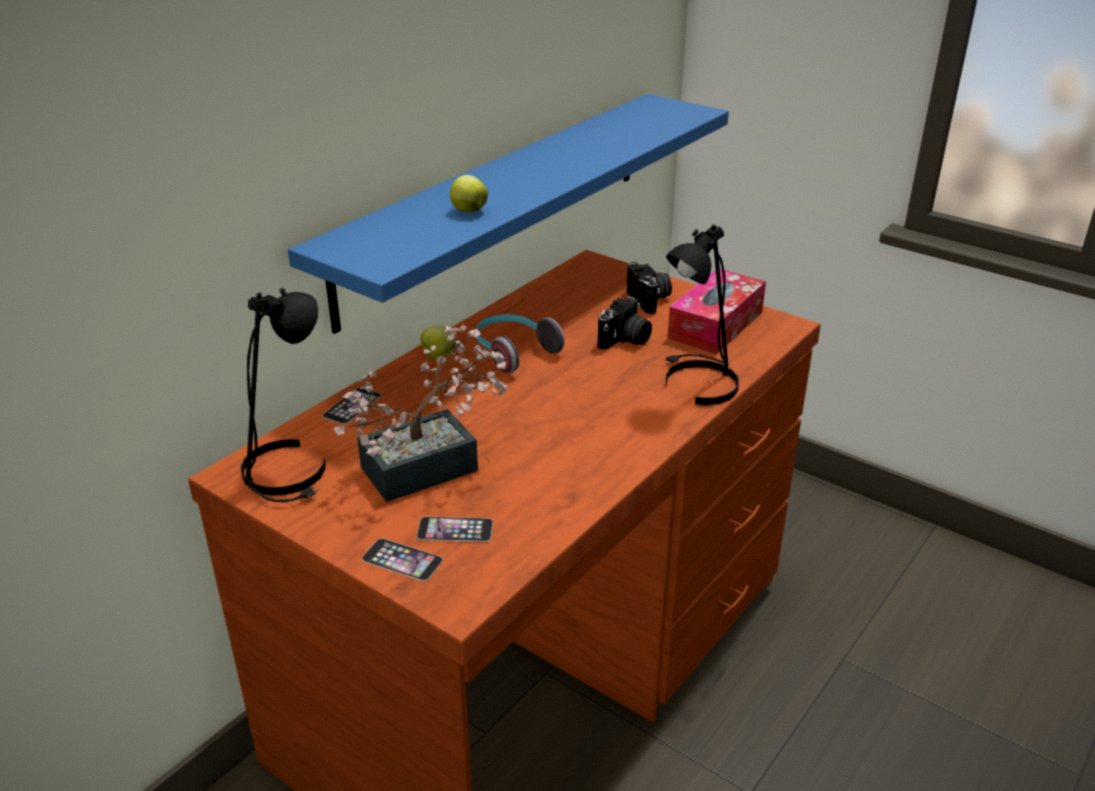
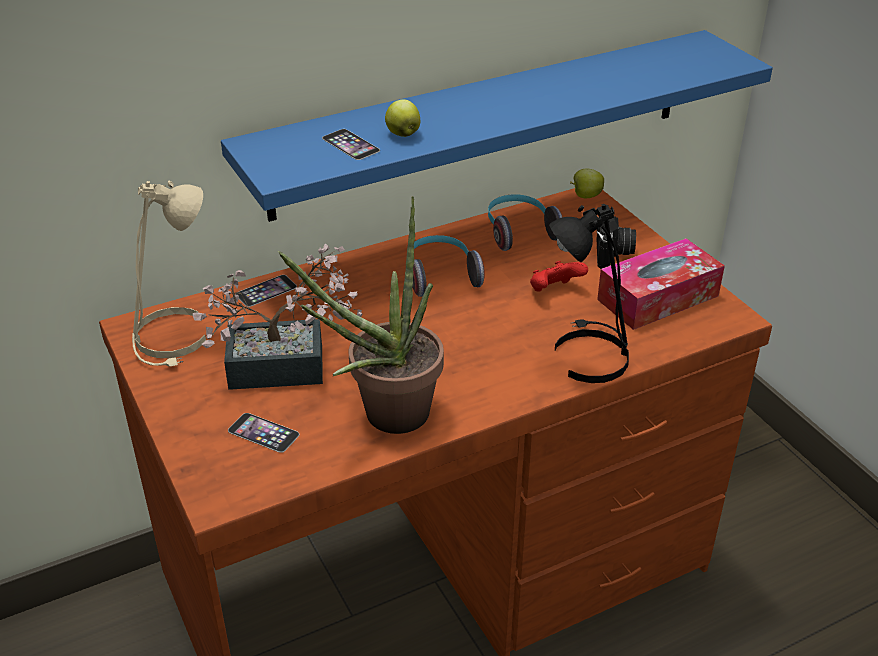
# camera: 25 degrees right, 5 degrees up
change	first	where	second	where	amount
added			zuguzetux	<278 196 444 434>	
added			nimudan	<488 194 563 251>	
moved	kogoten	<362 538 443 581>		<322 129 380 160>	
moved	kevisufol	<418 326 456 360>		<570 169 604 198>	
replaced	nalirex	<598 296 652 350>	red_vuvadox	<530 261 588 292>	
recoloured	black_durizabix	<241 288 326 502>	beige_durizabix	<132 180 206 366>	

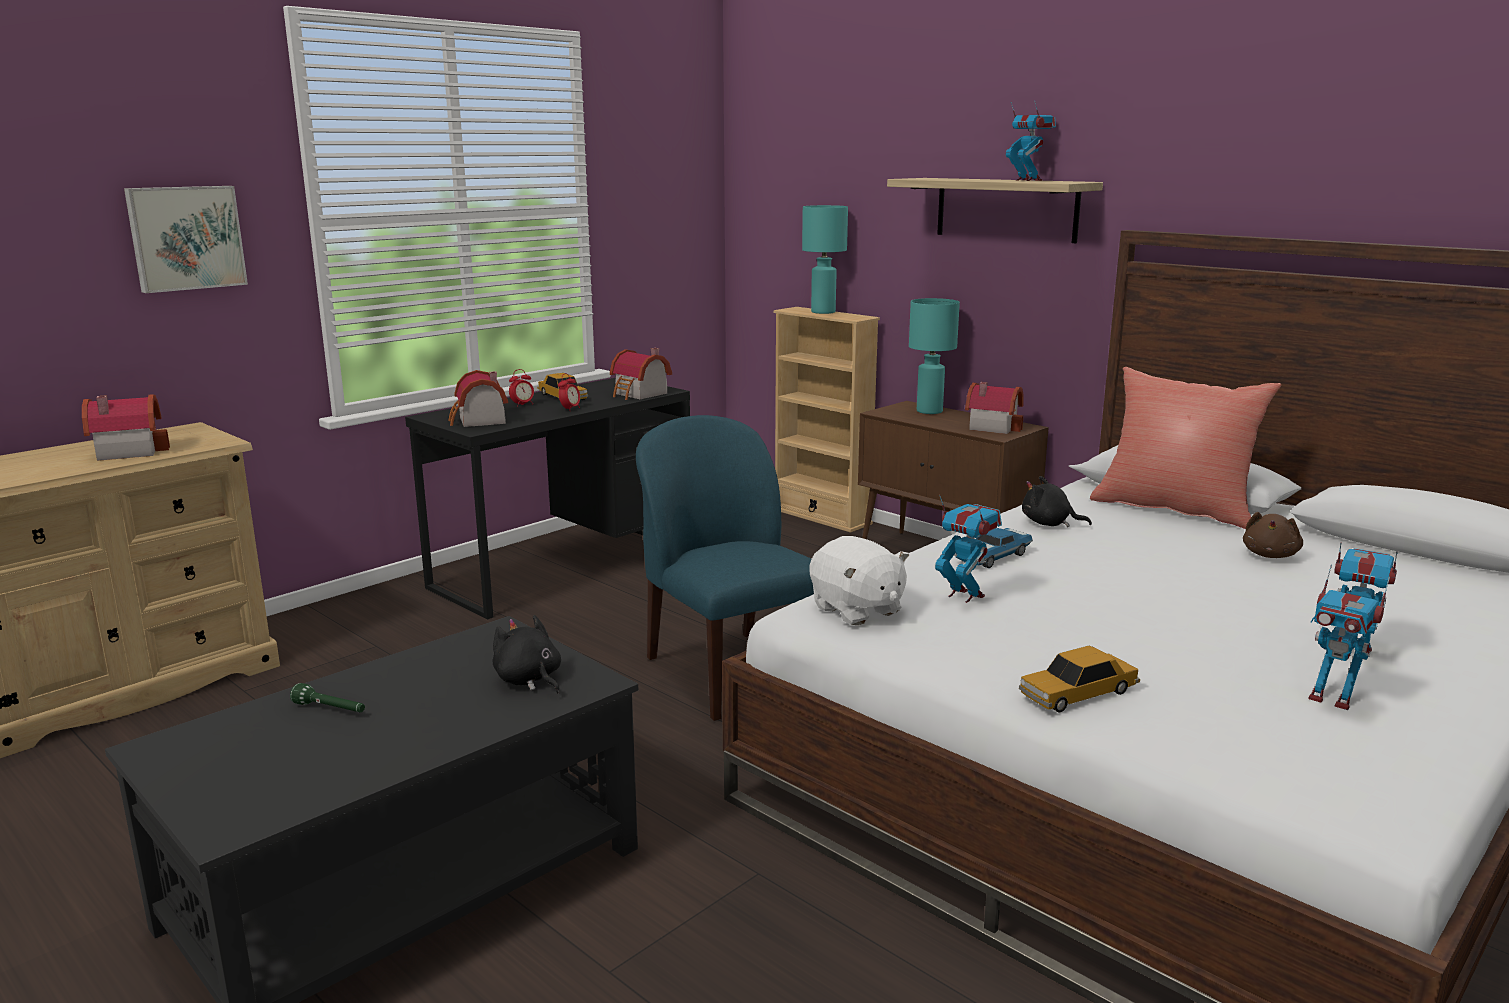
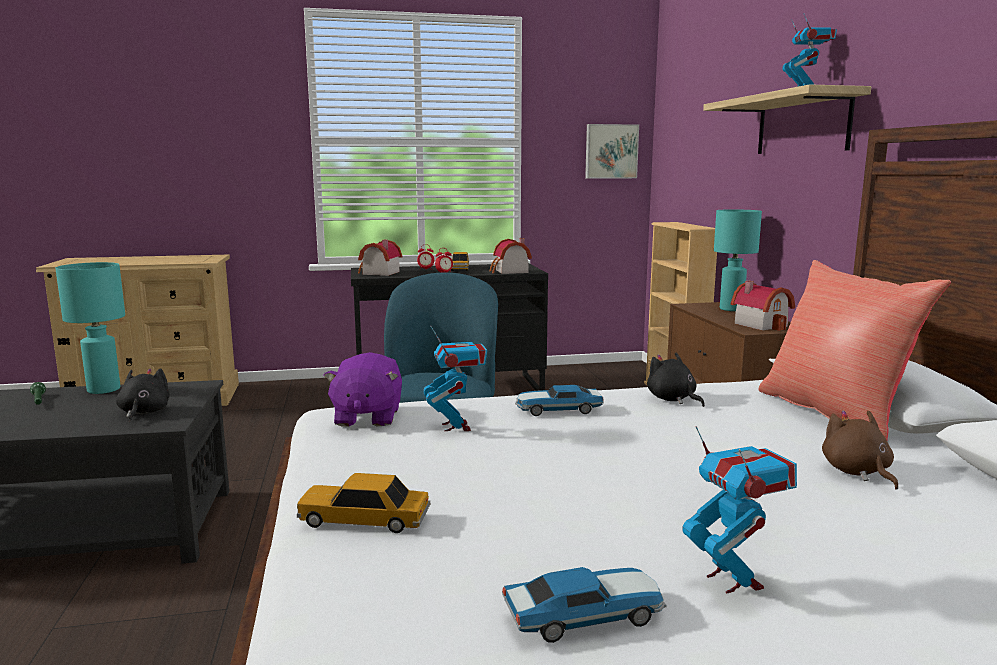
# camera: 35 degrees right, 5 degrees down
change	first	where	second	where	amount
removed	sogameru	<82 394 170 461>			
moved	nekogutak	<124 186 248 293>		<585 124 639 178>	
moved	turquoise_durizabix	<802 205 848 314>		<55 262 125 394>	
replaced	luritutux	<1308 564 1390 710>	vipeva	<502 567 666 643>	
recoloured	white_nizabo	<809 536 909 625>	purple_nizabo	<323 352 402 427>	
turned	brown_nizabo	<1243 512 1303 558>		<822 410 898 490>	105 degrees clockwise

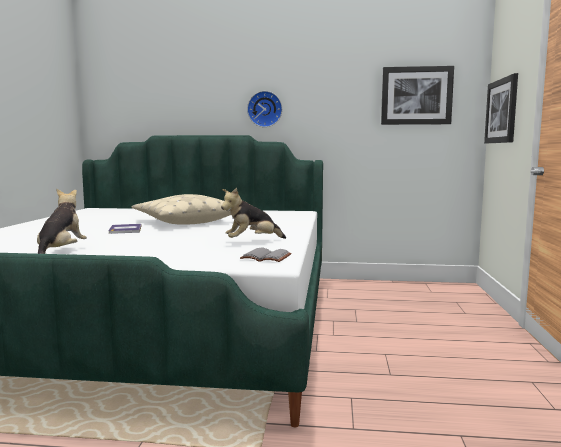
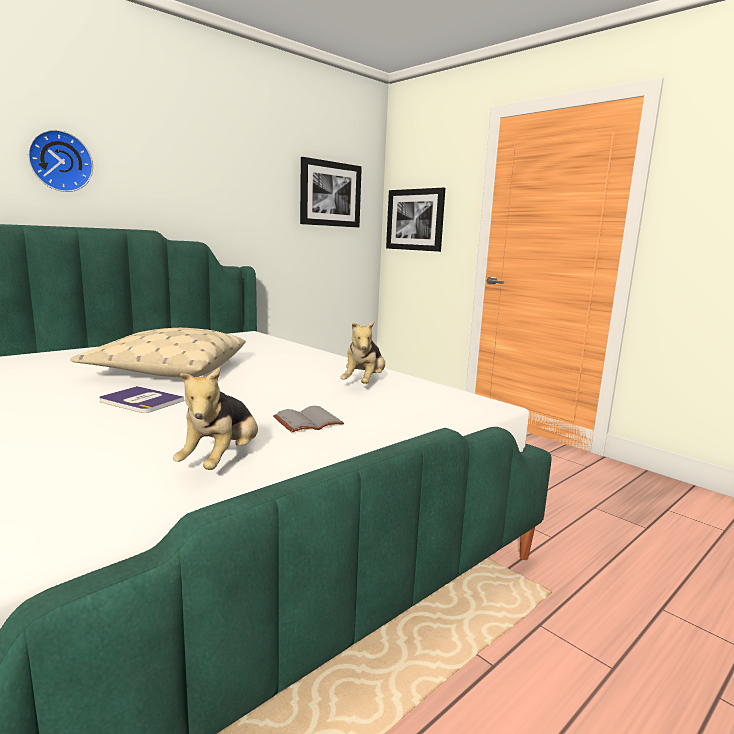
# camera: 50 degrees left, 5 degrees up
change	first	where	second	where	amount
moved	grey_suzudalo	<240 248 292 262>		<273 406 344 432>	
moved	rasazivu	<247 91 282 127>		<28 130 93 192>	
turned	nizabo	<37 189 87 254>		<173 367 258 470>	120 degrees counterclockwise

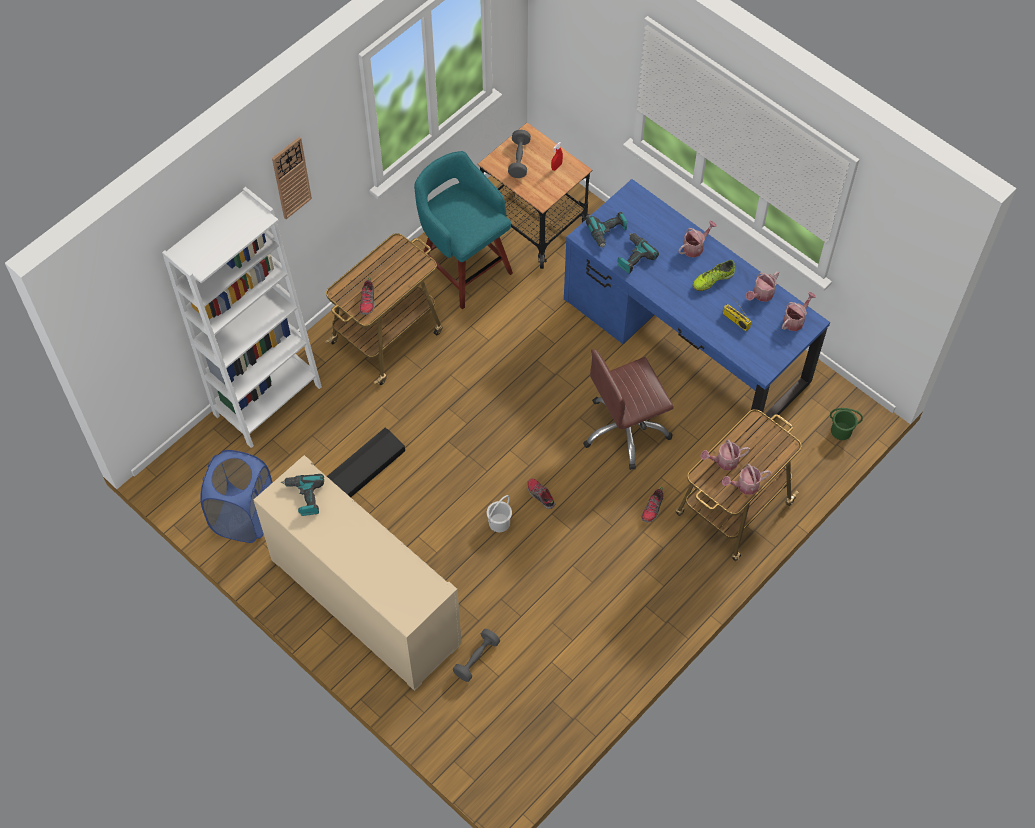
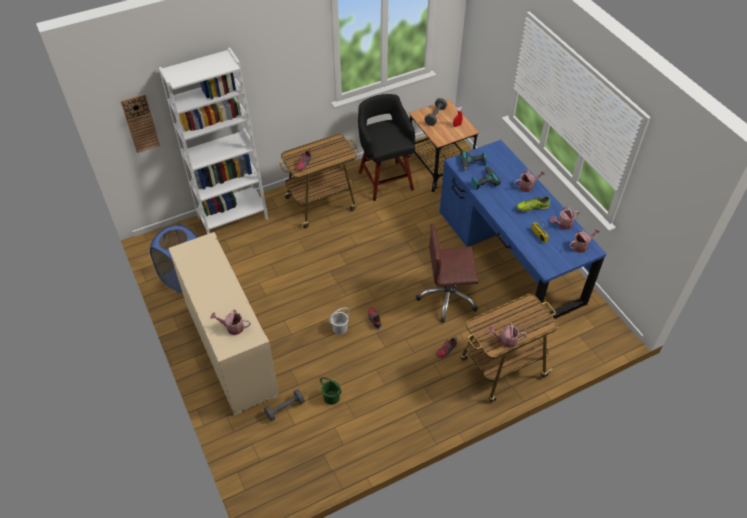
# camera: 20 degrees right, 10 degrees down
change	first	where	second	where	amount
removed	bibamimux	<281 474 324 516>			
removed	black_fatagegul	<327 427 405 497>			
moved	rasazivu	<272 137 312 219>		<120 94 160 153>	
moved	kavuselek	<701 439 750 470>		<210 309 251 335>	
moved	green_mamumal	<830 408 863 440>		<320 377 341 405>	
recoloured	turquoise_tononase	<414 151 513 309>	black_tononase	<358 94 415 201>	

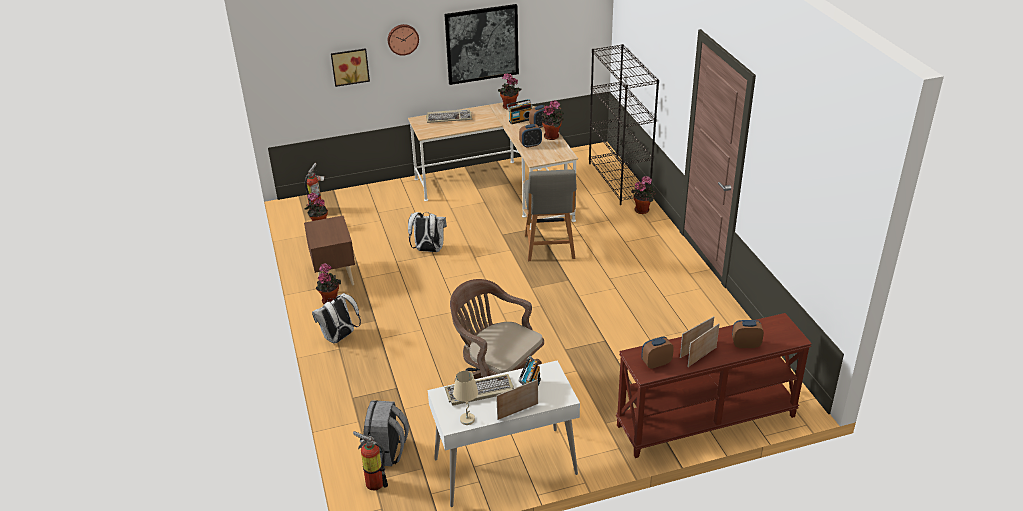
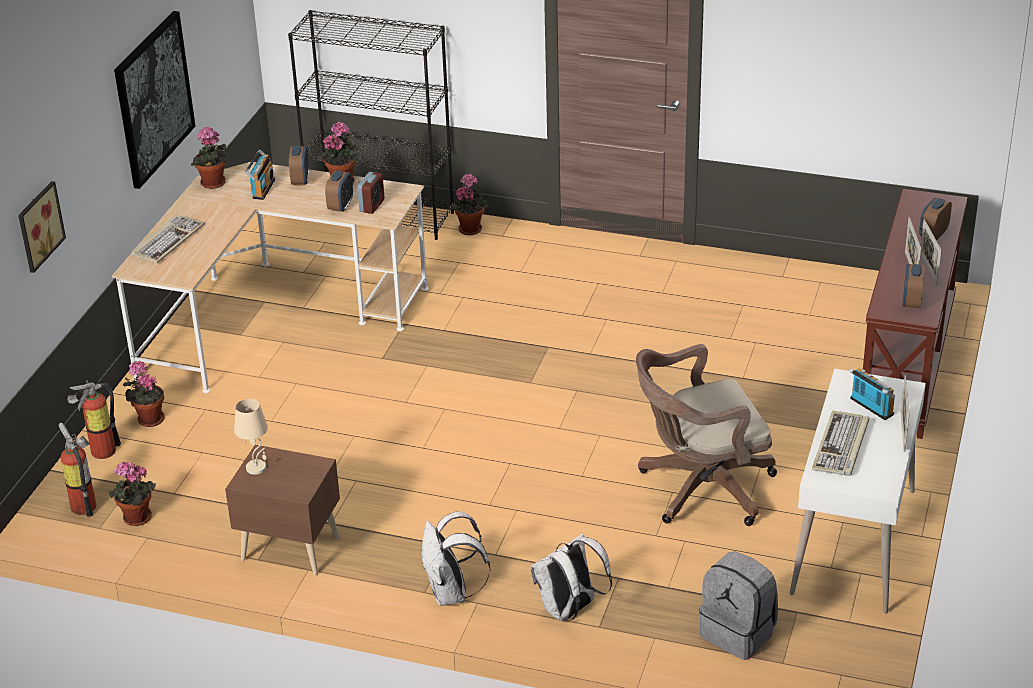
# camera: 55 degrees left, 0 degrees up
change	first	where	second	where	amount
removed	rasazivu	<388 24 419 56>			
removed	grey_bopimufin	<524 169 577 261>			
added			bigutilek	<357 172 385 214>	
moved	zuguzetux	<316 264 341 304>		<123 361 165 427>	
moved	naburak	<353 431 388 491>		<67 380 121 459>	
moved	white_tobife	<408 212 447 252>		<530 533 612 621>	
moved	beige_durizabix	<453 371 478 425>		<234 399 268 475>	

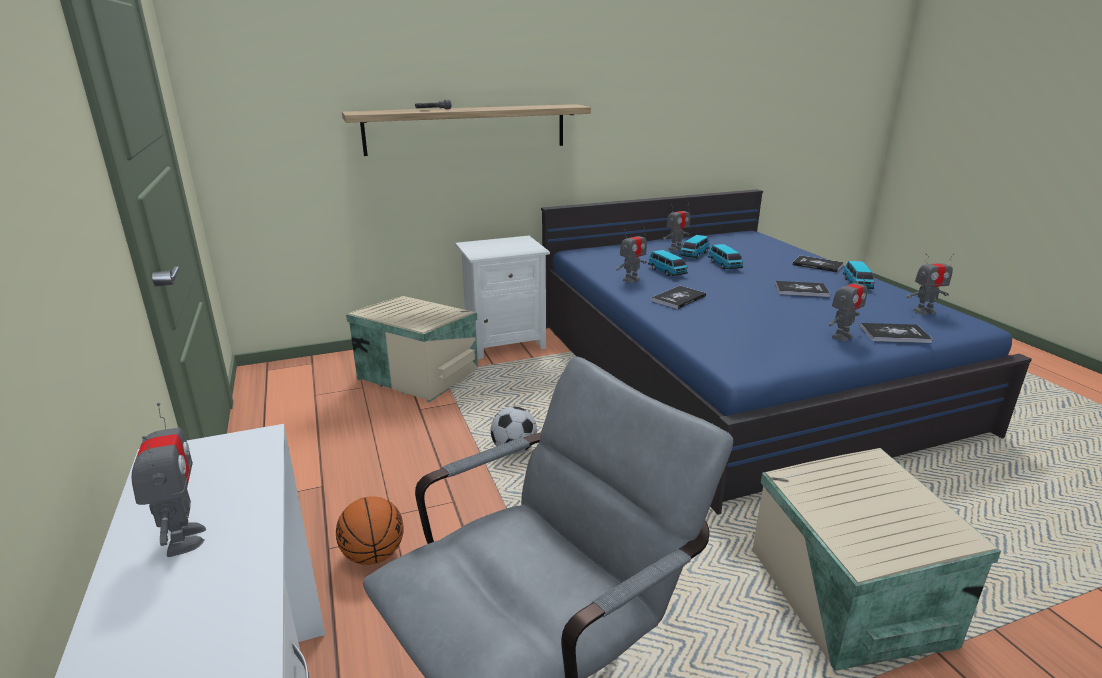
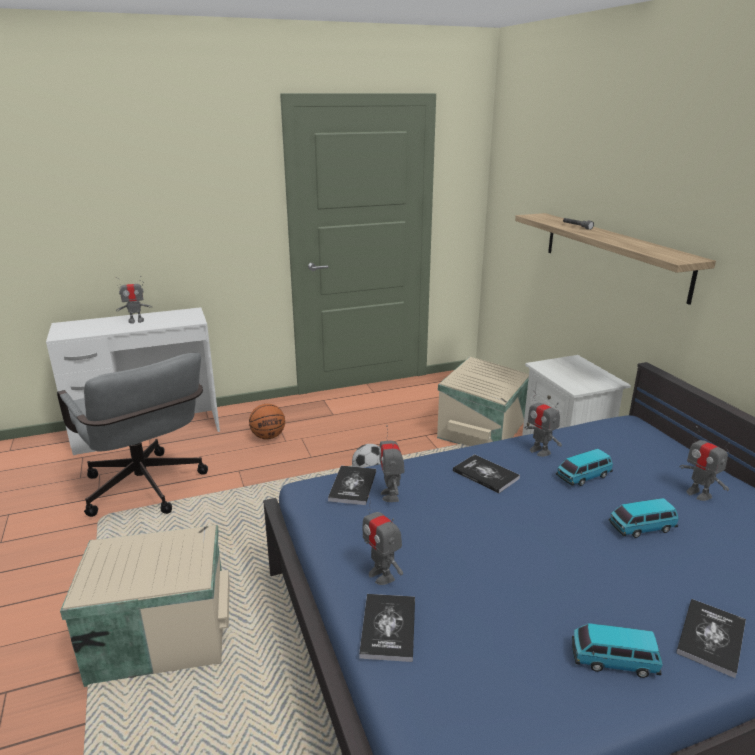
# camera: 90 degrees right, 0 degrees up
change	first	where	second	where	amount
removed	vipeva	<679 235 710 259>			
moved	suzudalo	<775 281 830 297>		<328 466 376 505>	
moved	luritutux	<907 254 954 315>		<379 425 405 502>	

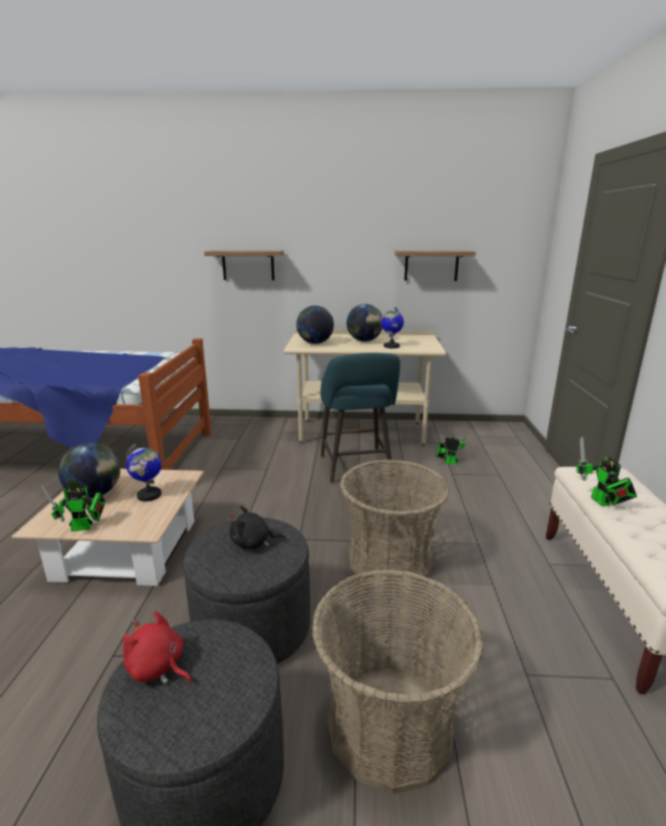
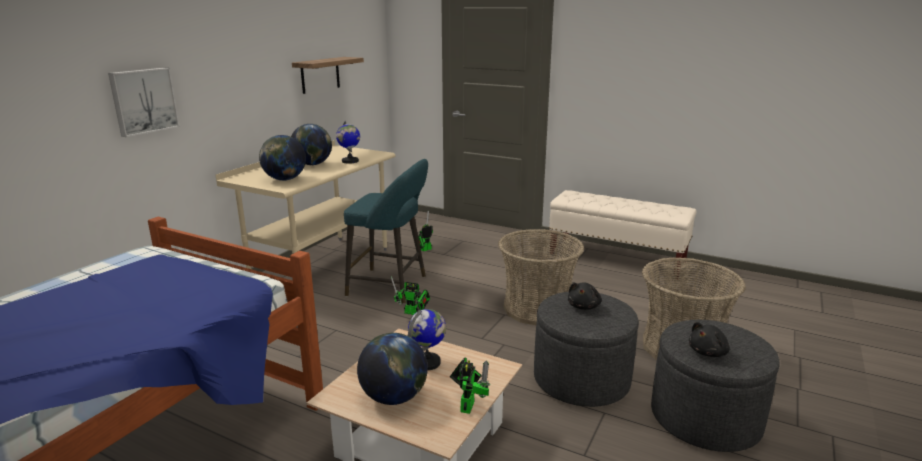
# camera: 65 degrees left, 0 degrees up
change	first	where	second	where	amount
moved	luritutux	<576 436 637 506>		<391 276 430 315>	
replaced	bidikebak	<204 250 284 280>	nekogutak	<108 68 180 137>	
recoloured	red_nizabo	<123 611 192 684>	black_nizabo	<689 322 730 357>	

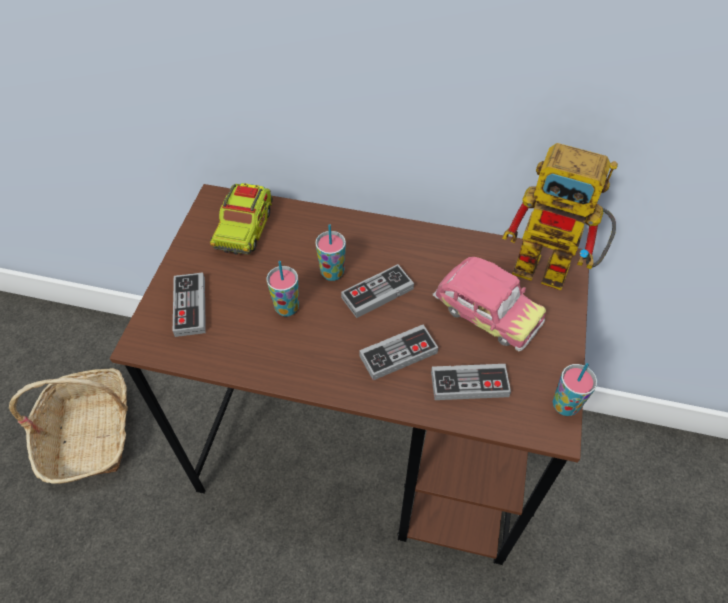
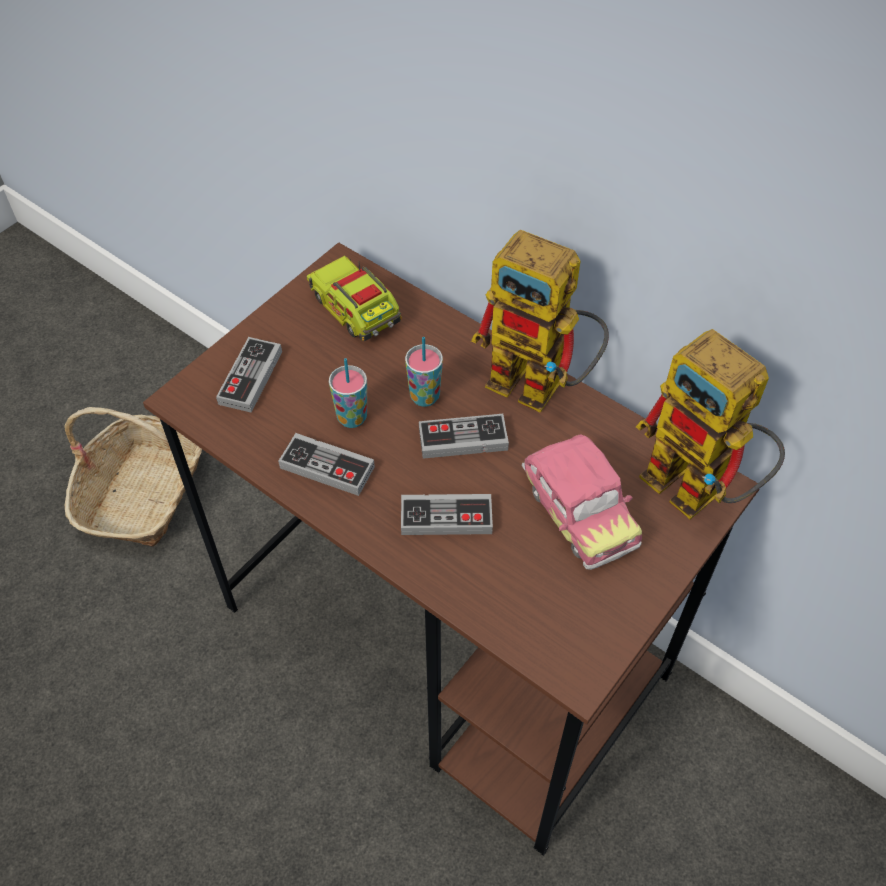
# camera: 25 degrees right, 0 degrees up
change	first	where	second	where	amount
removed	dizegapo	<553 363 597 416>			
added			luritutux	<471 230 609 413>	
moved	vuvadox	<431 364 511 400>		<278 433 375 496>	
turned	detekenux	<210 183 273 255>		<306 256 402 341>	105 degrees clockwise

